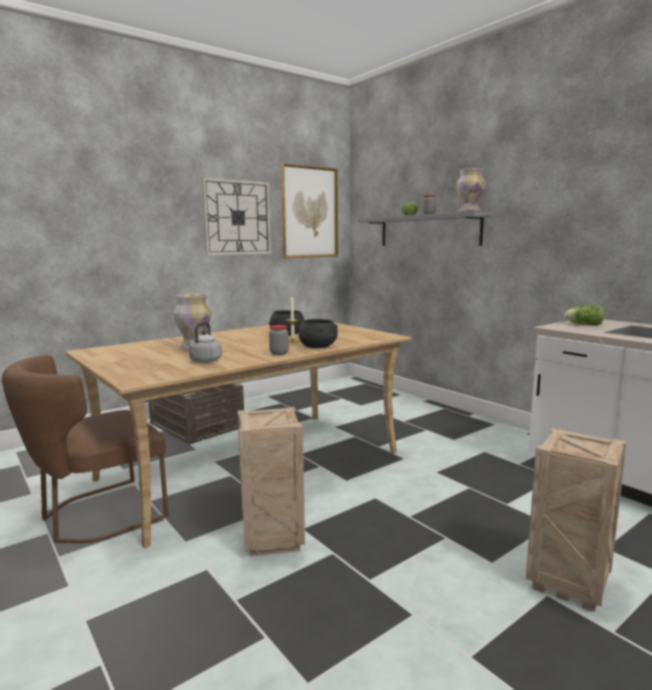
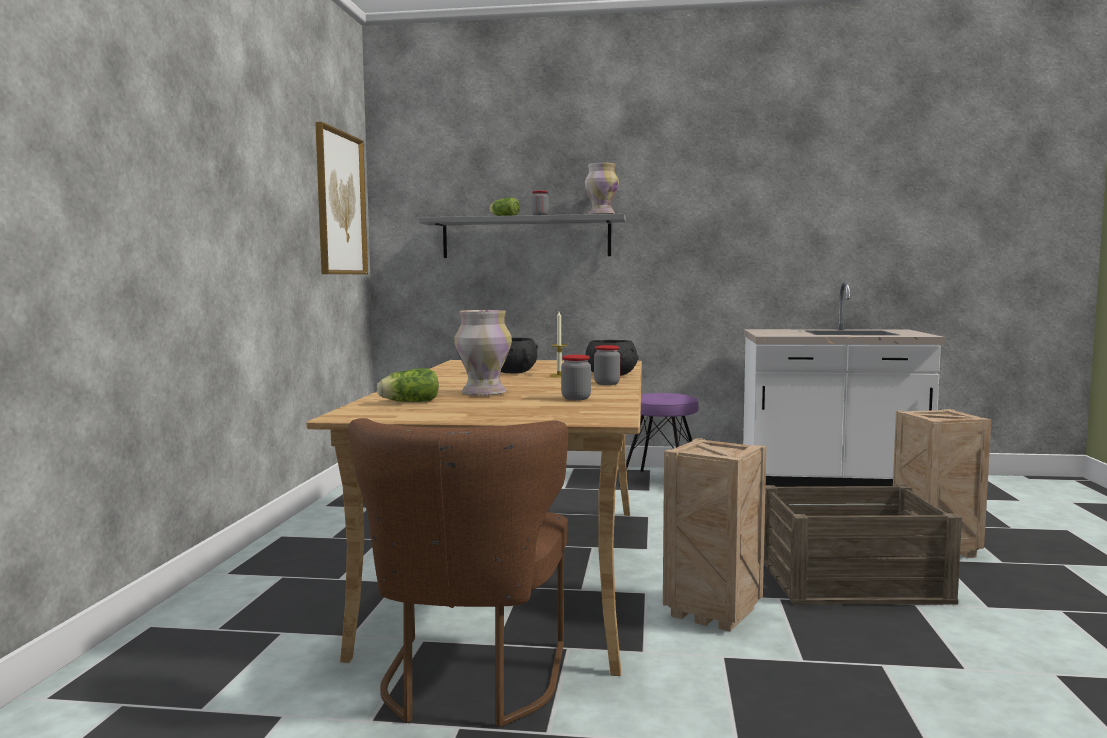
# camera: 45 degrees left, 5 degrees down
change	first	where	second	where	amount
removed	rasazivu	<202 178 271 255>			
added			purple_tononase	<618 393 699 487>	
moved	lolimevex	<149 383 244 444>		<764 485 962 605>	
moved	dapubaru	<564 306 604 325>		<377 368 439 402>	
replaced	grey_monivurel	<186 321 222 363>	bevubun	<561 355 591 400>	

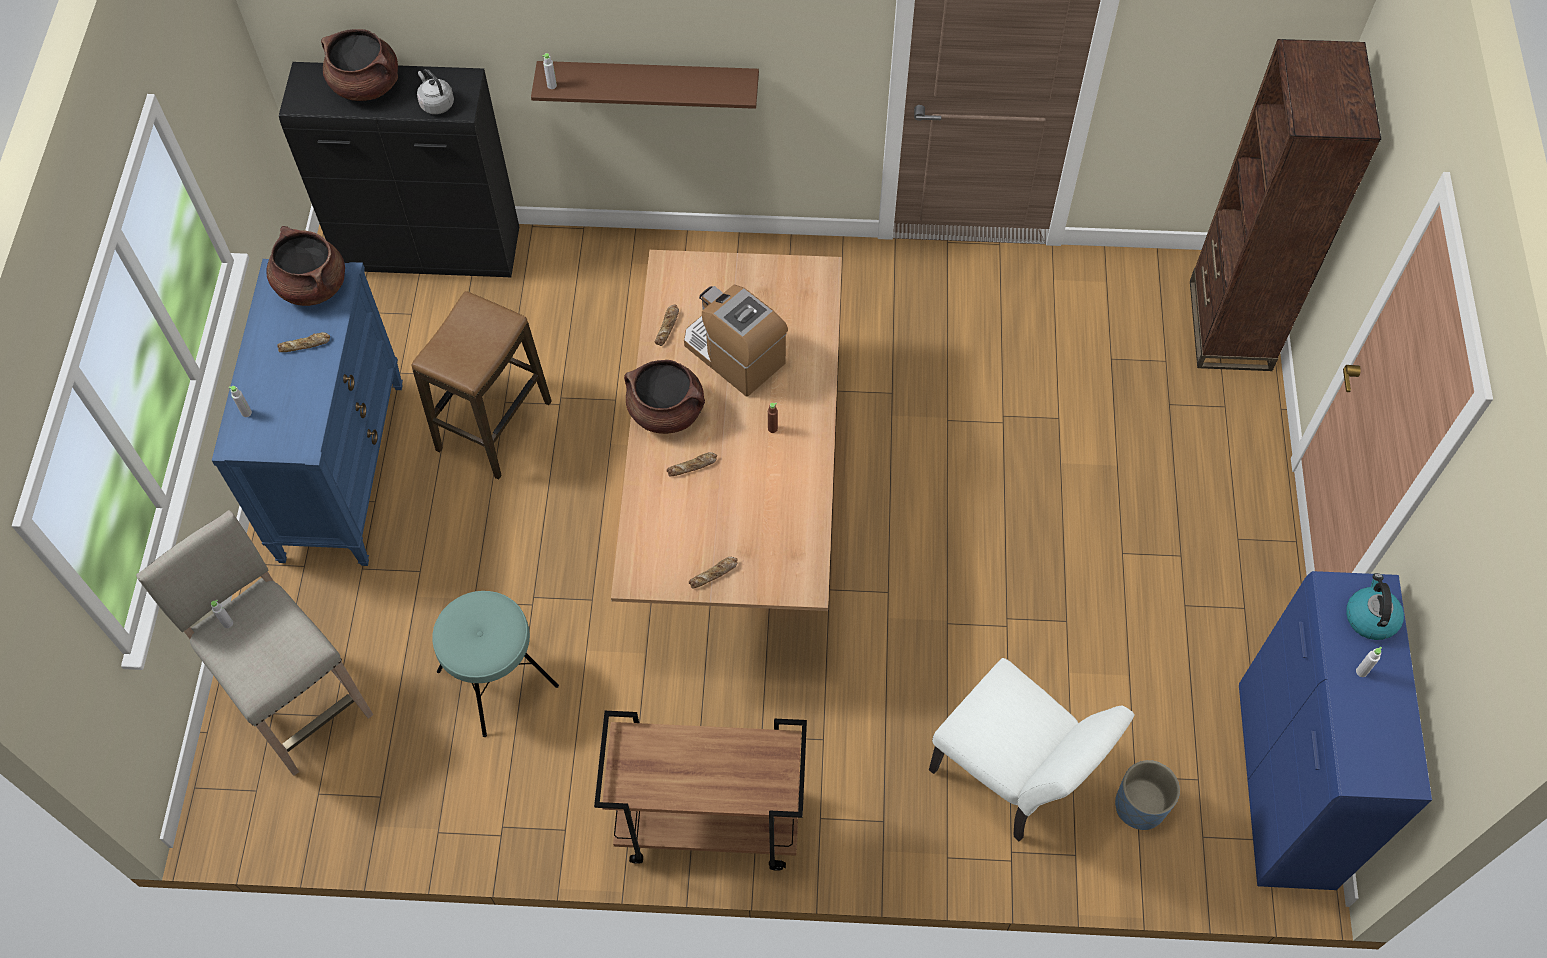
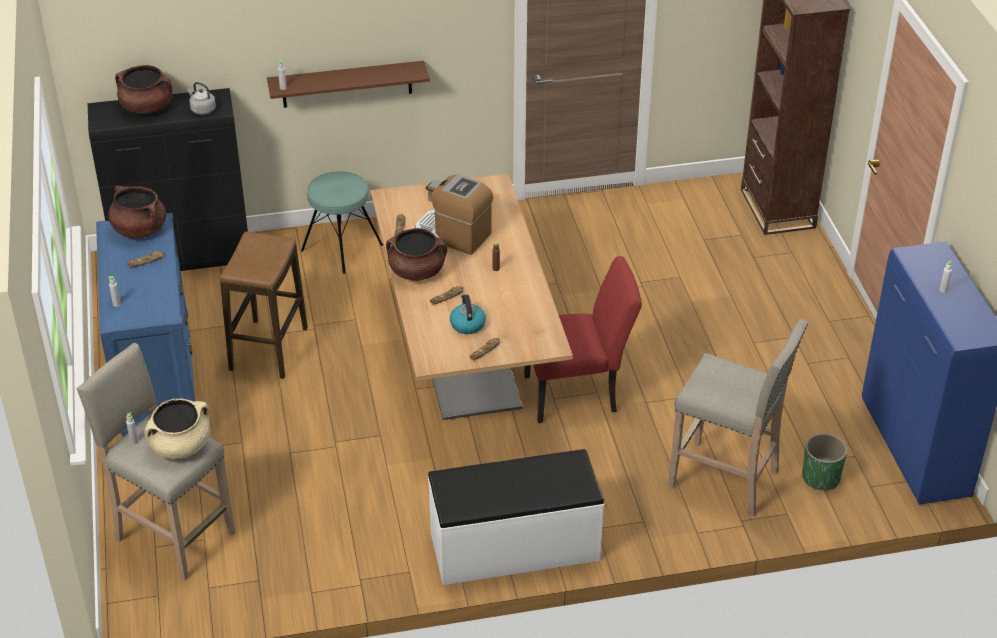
# camera: 15 degrees left, 20 degrees down
change	first	where	second	where	amount
added			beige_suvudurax	<145 399 210 459>	
added			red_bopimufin	<524 256 642 423>	
moved	turquoise_tononase	<432 591 559 737>		<301 171 383 274>	
moved	monivurel	<1346 573 1404 640>		<450 294 486 334>	
replaced	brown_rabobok	<594 711 807 871>	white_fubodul	<428 449 604 585>	
replaced	white_bopimufin	<929 658 1135 841>	beige_tononase	<668 319 808 516>	
recoloured	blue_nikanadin	<1115 760 1180 830>	green_nikanadin	<802 433 847 490>	

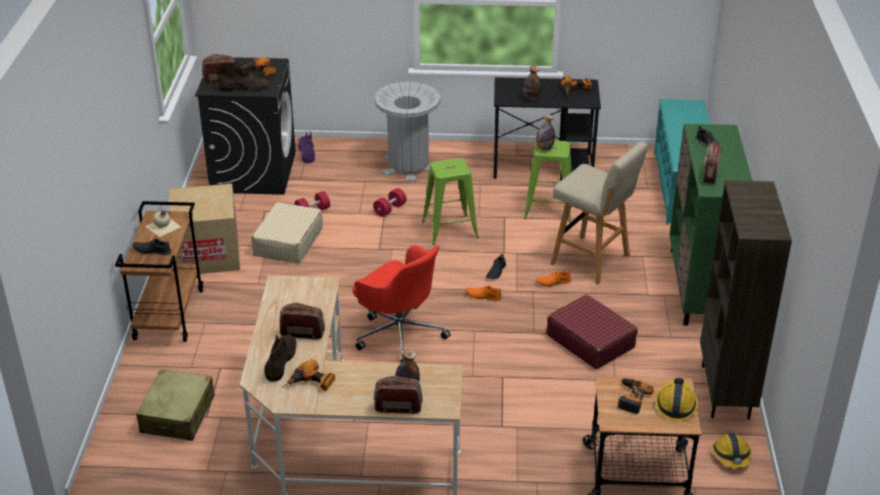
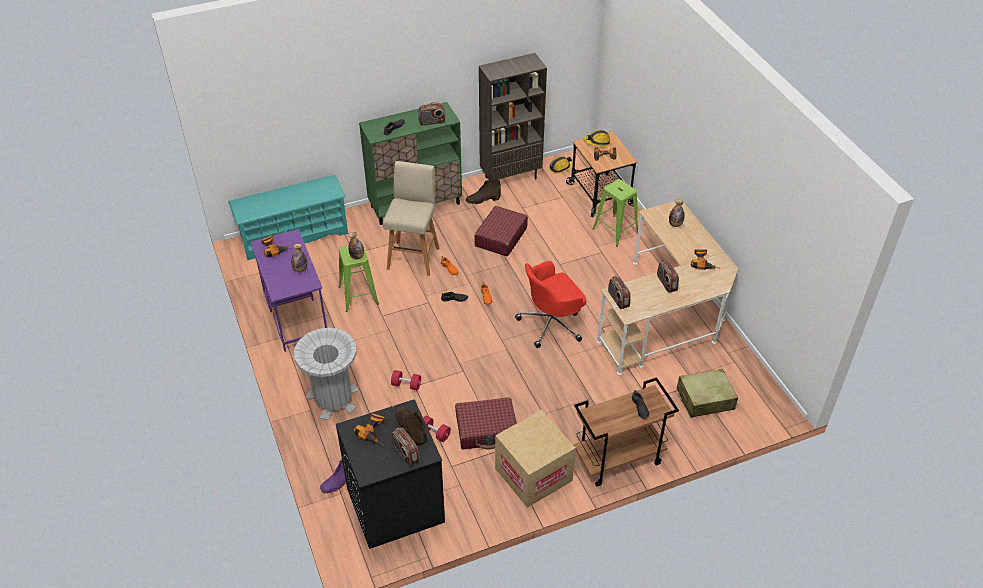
# camera: 115 degrees left, 10 degrees up
change	first	where	second	where	amount
removed	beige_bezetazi	<145 210 181 237>			
moved	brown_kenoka	<264 335 296 382>		<466 179 501 204>	
moved	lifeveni	<374 376 423 414>		<608 276 631 309>	
moved	green_tononase	<422 158 479 245>		<592 179 638 247>	
recoloured	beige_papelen	<251 202 323 264>	red_papelen	<455 397 517 449>	
recoloured	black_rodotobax	<493 77 601 180>	purple_rodotobax	<250 229 327 352>	
turned	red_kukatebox	<353 245 450 362>		<515 261 587 348>	135 degrees counterclockwise

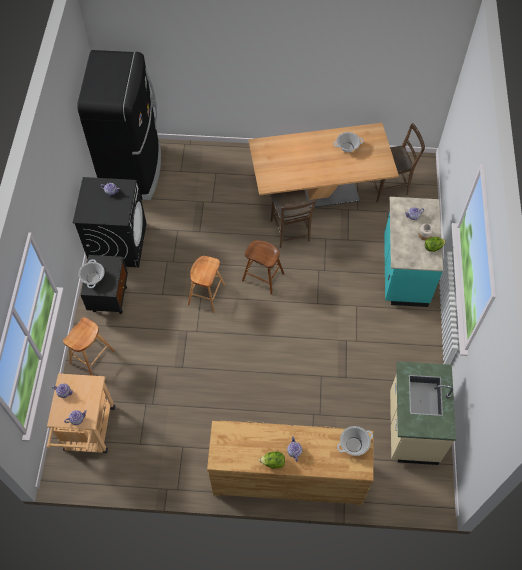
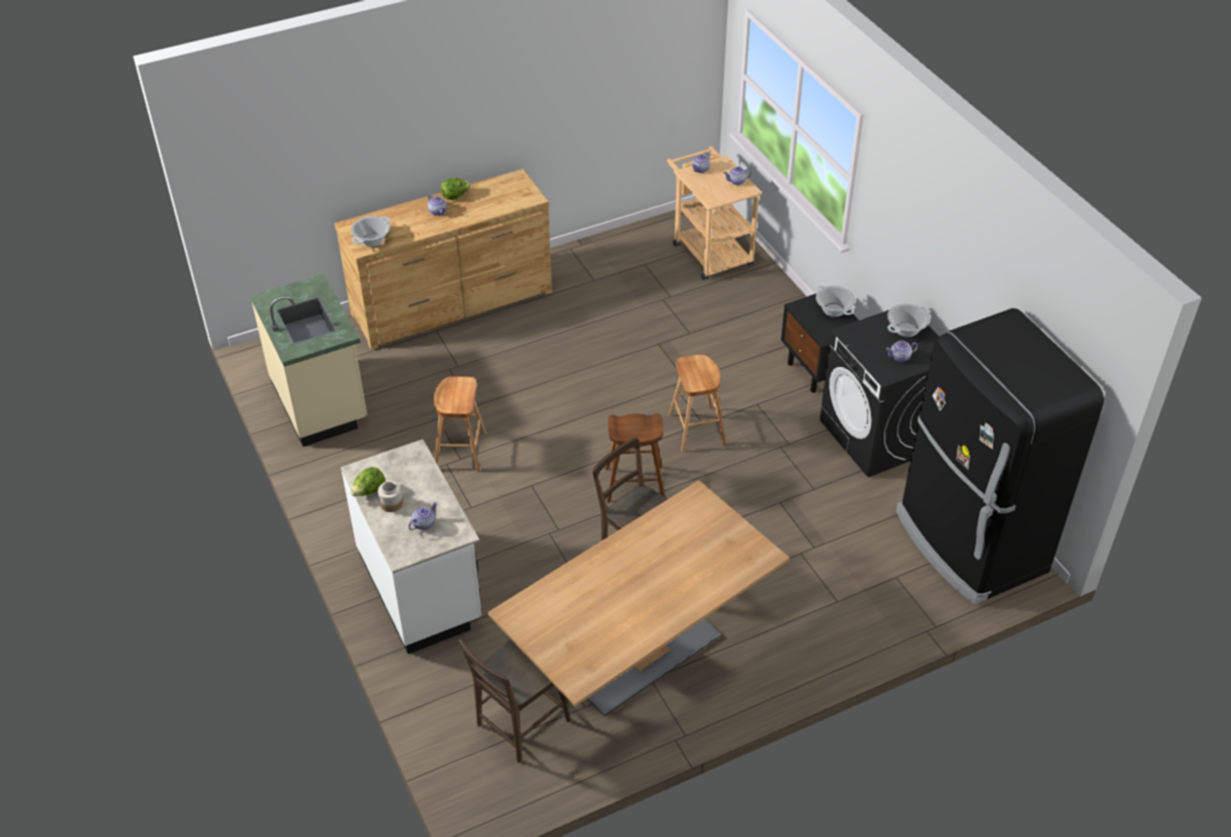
# camera: 150 degrees right, 15 degrees down
change	first	where	second	where	amount
moved	brown_tononase	<63 317 115 376>		<434 377 487 473>	
moved	suvudurax	<333 132 364 152>		<887 304 930 337>	
recoloured	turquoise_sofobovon	<384 197 443 307>	white_sofobovon	<341 439 482 654>	

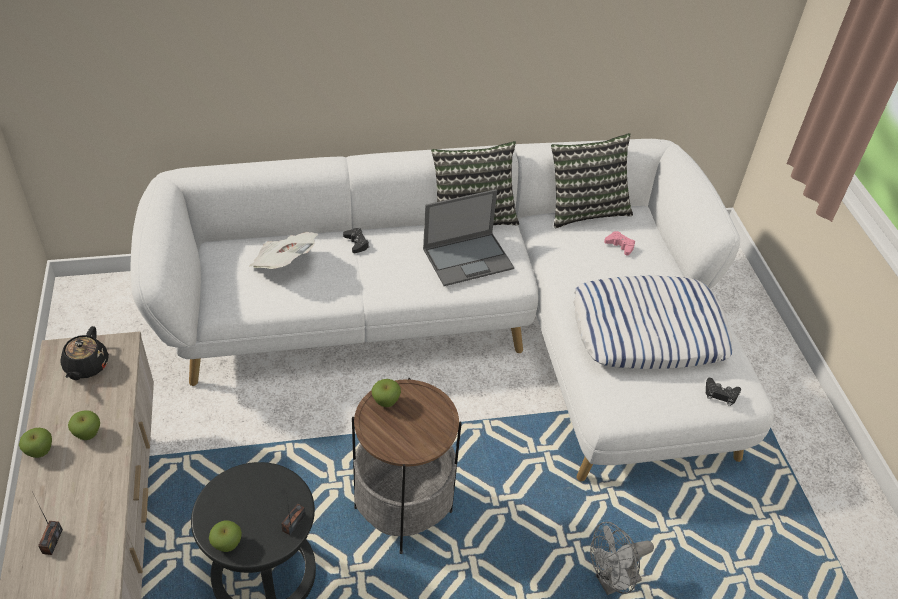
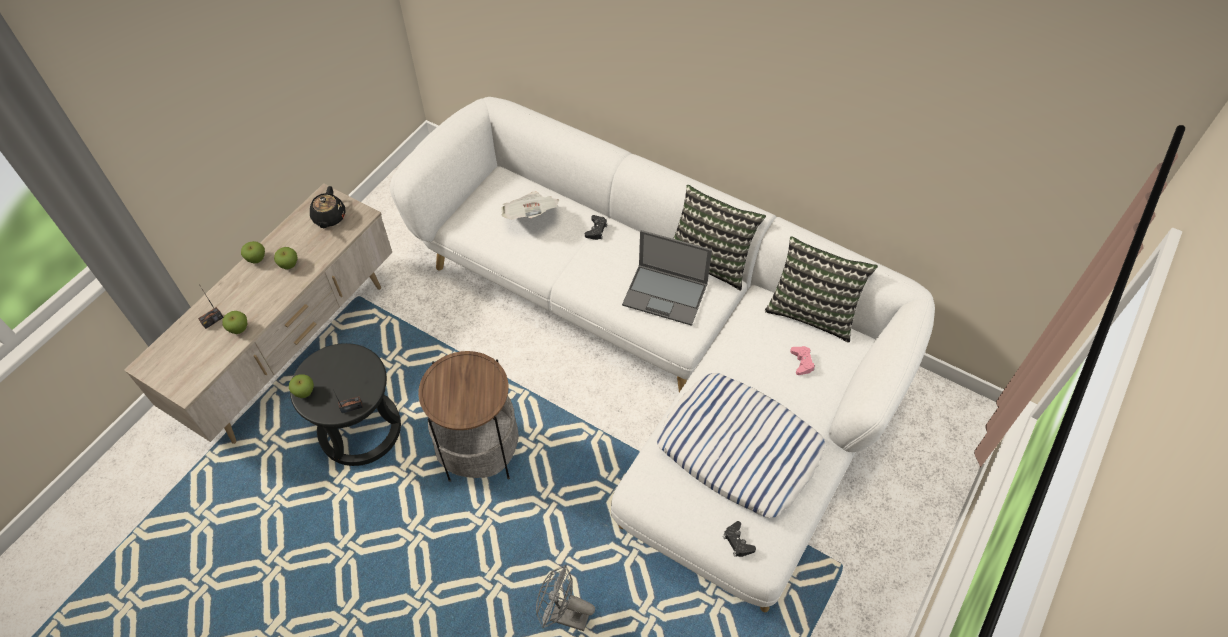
# camera: 45 degrees right, 10 degrees up
change	first	where	second	where	amount
moved	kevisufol	<371 379 401 407>		<222 311 247 334>	
turned	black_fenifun	<60 326 109 380>		<310 186 345 228>	45 degrees counterclockwise

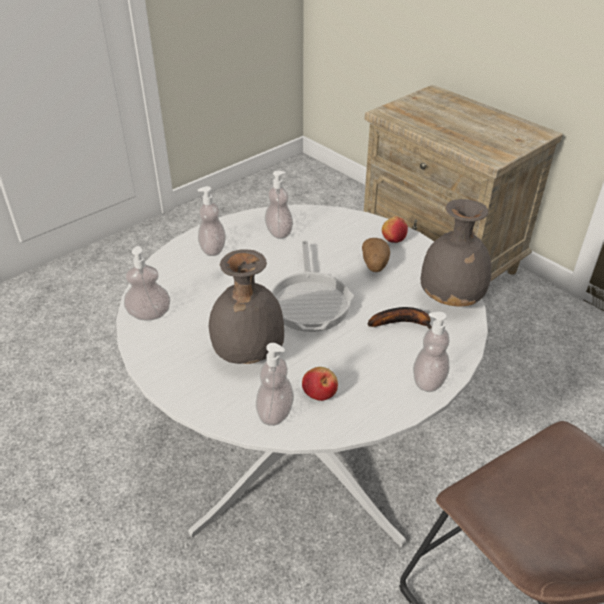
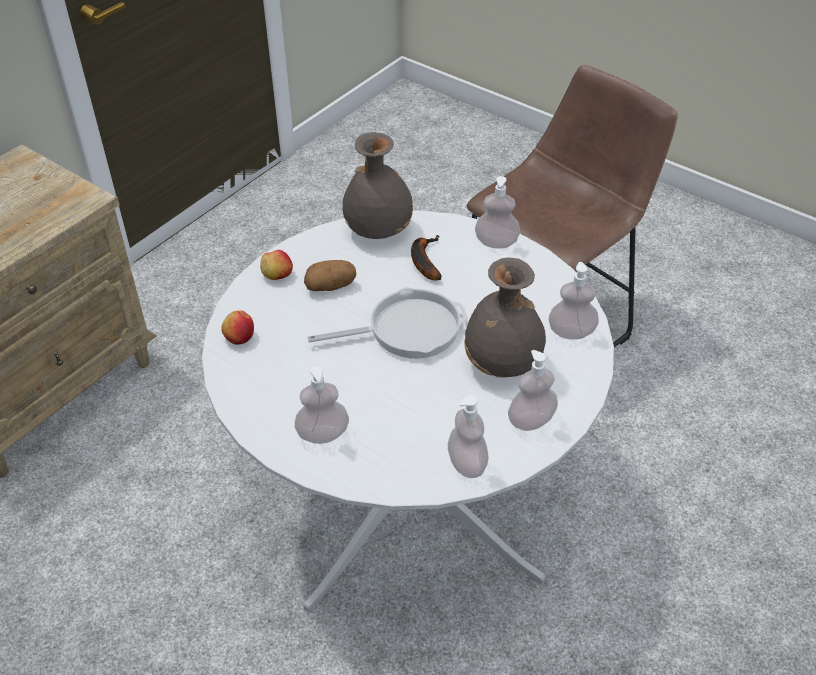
# camera: 100 degrees left, 5 degrees up
change	first	where	second	where	amount
moved	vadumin	<265 171 293 239>		<508 350 558 431>	
moved	kevisufol	<302 367 338 401>		<221 310 254 344>	

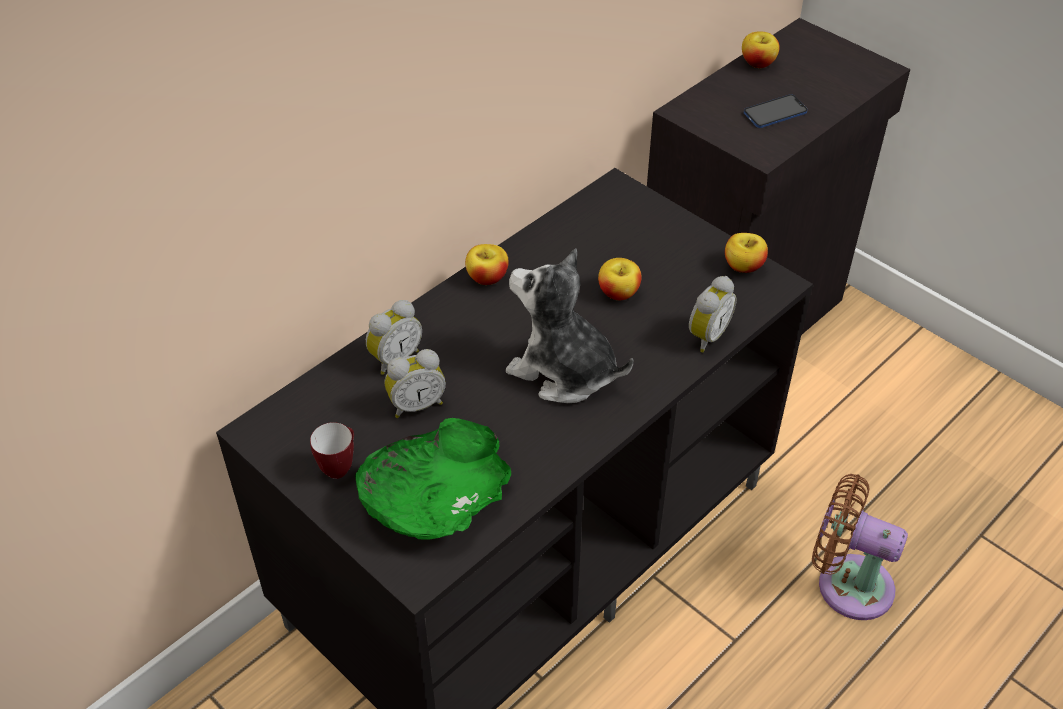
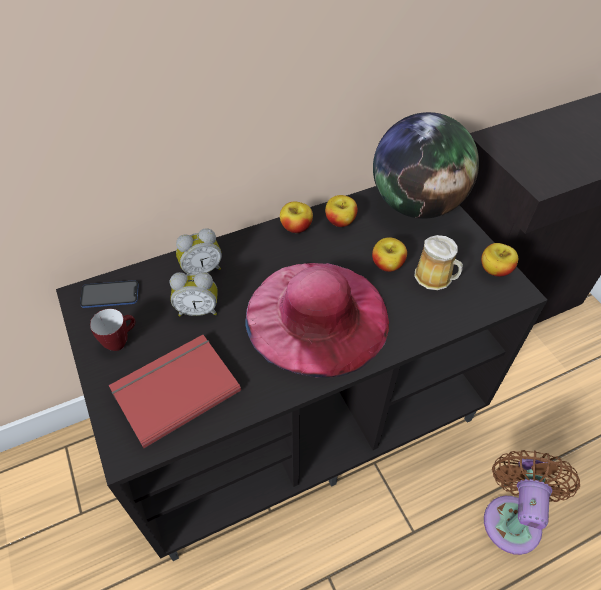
# camera: 20 degrees right, 5 degrees up
change	first	where	second	where	amount
removed	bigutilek	<689 276 737 353>			
added			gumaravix	<373 112 479 219>	
added			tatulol	<415 235 463 290>	
moved	kevisufol	<742 31 780 68>		<325 195 357 227>	
moved	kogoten	<744 94 808 128>		<80 280 139 308>	
replaced	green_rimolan	<355 418 511 540>	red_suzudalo	<108 335 241 448>	
replaced	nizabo	<506 249 633 403>	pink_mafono	<245 263 389 377>	
turned	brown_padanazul	<812 474 908 620>		<484 450 580 555>	60 degrees clockwise

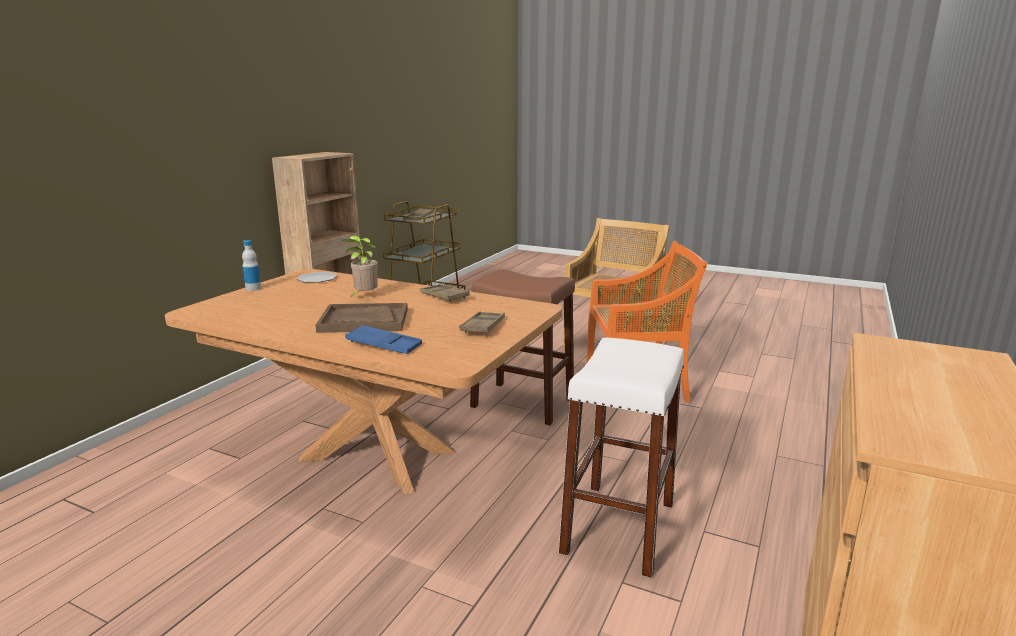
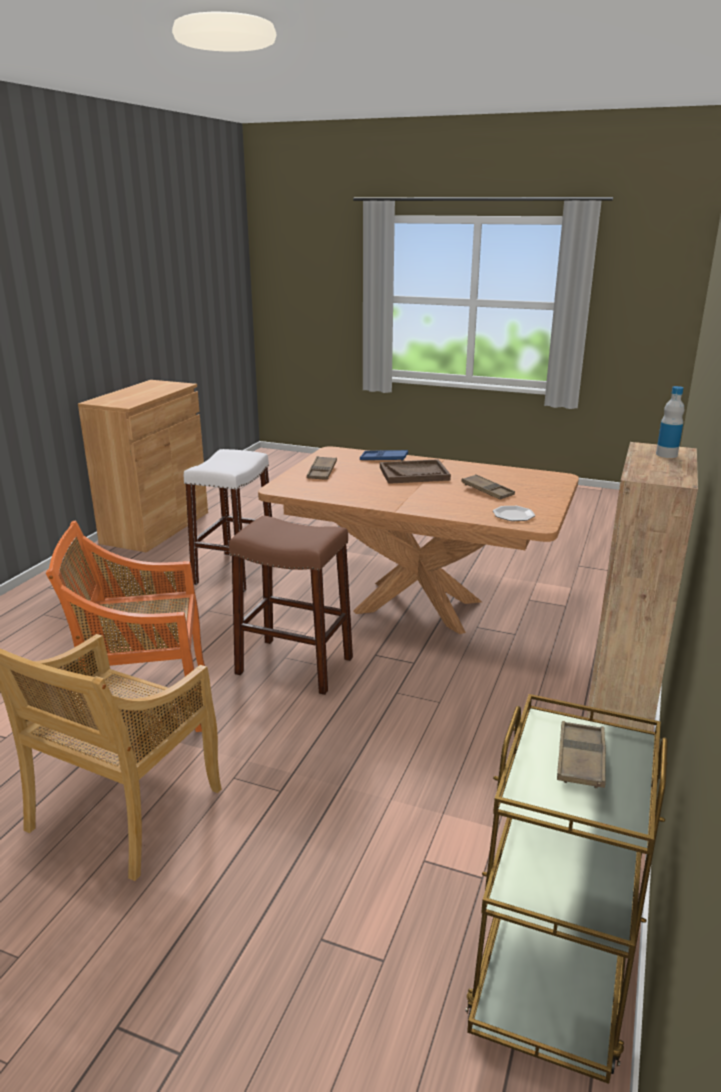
# camera: 175 degrees right, 5 degrees up
change	first	where	second	where	amount
removed	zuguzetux	<342 236 378 299>			
moved	bezetazi	<242 240 261 291>		<656 386 684 458>	
moved	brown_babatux	<420 284 470 302>		<461 474 515 500>	

